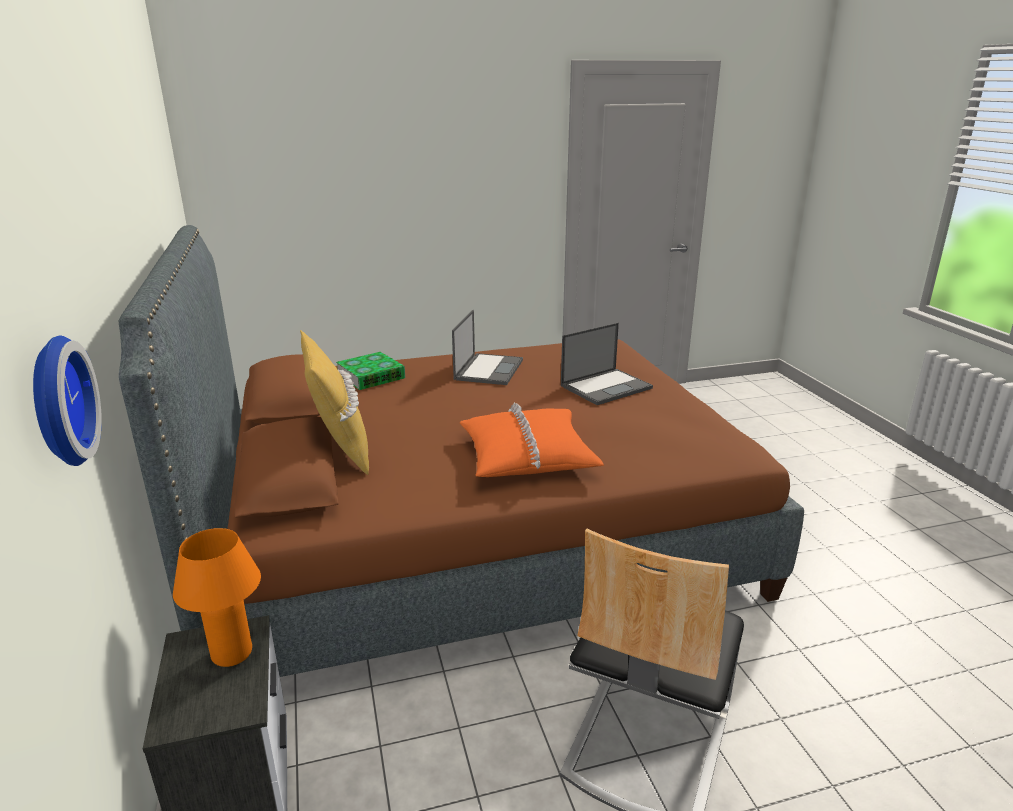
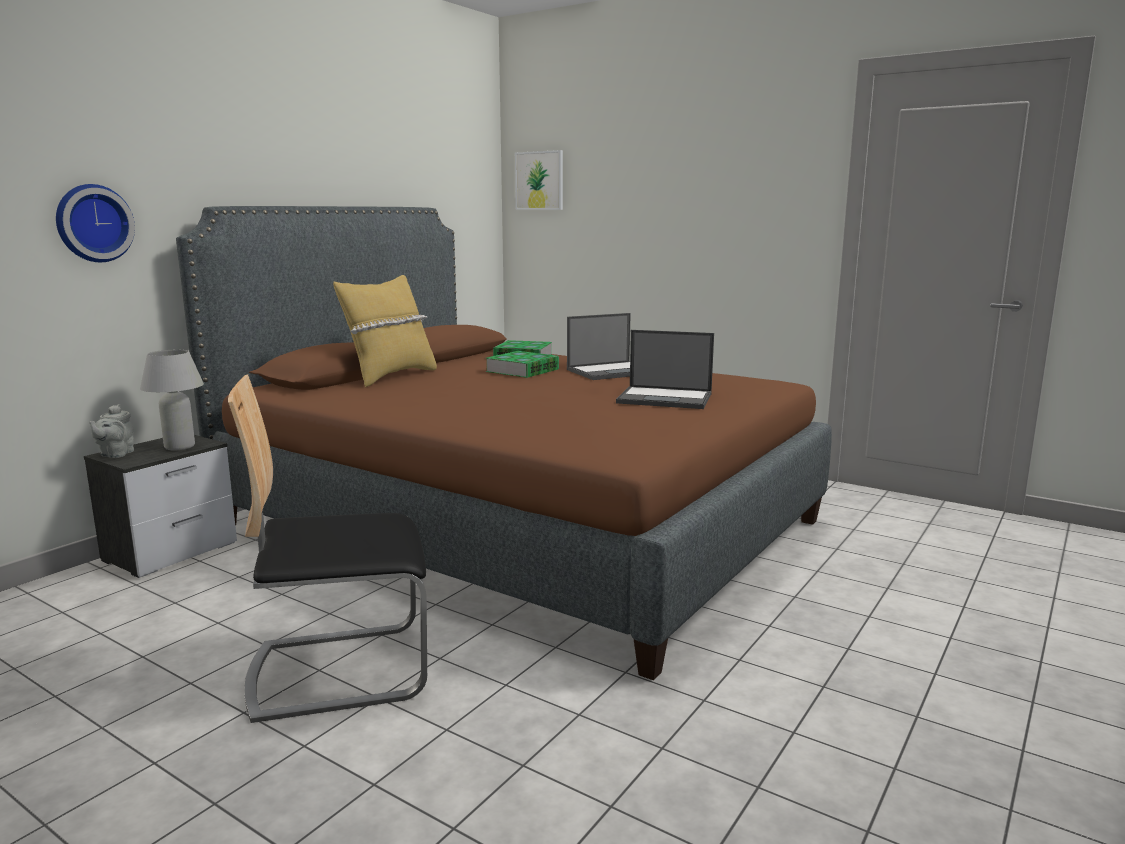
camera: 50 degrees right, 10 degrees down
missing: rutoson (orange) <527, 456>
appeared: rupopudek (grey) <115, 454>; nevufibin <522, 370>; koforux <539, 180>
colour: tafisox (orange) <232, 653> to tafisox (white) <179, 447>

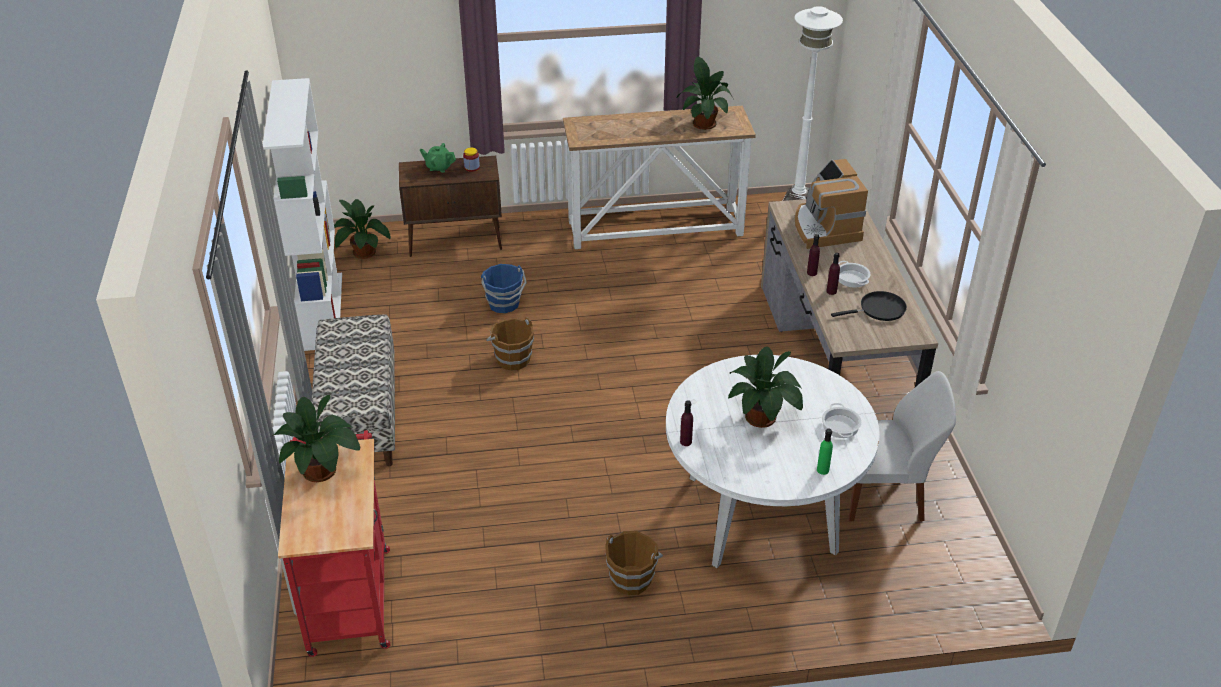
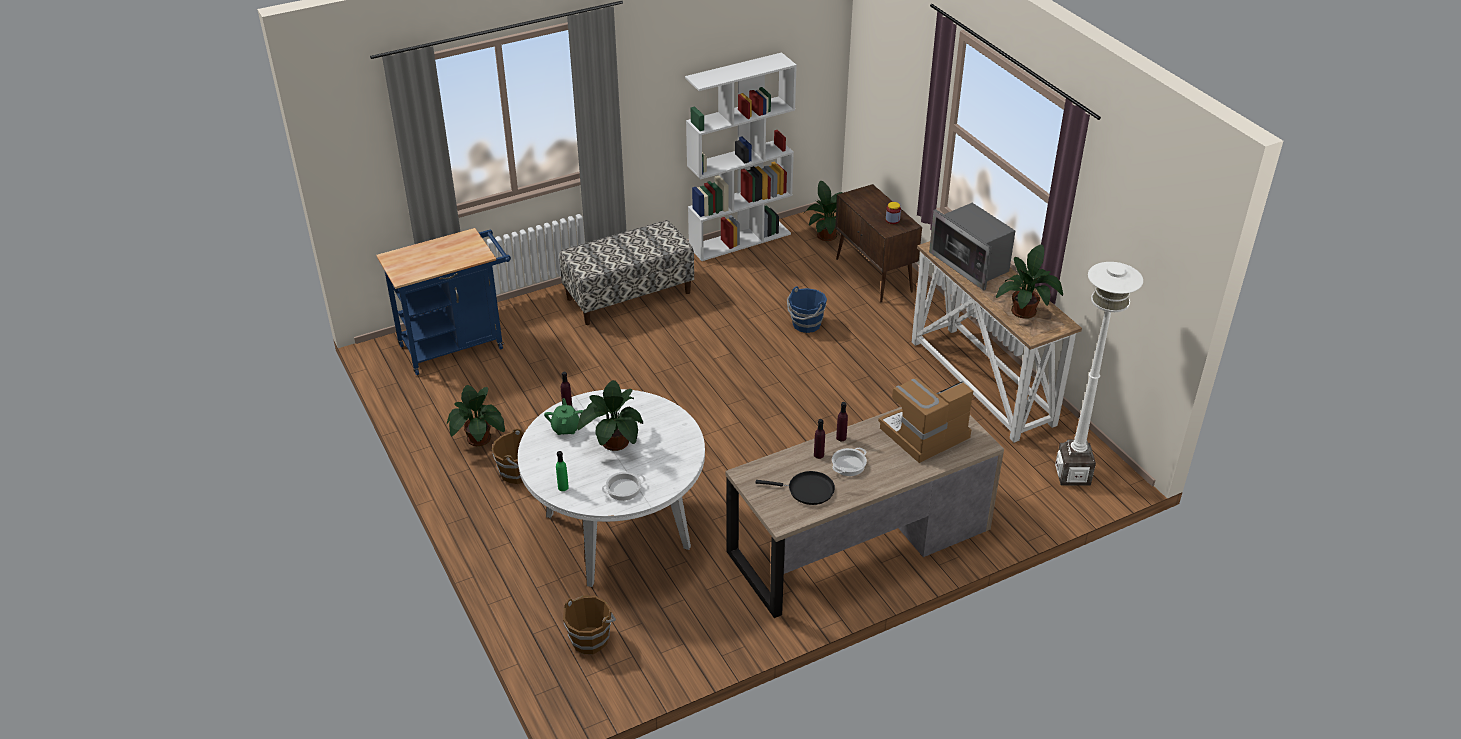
camera: 70 degrees right, 0 degrees up
missing: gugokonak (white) <883, 495>
appeared: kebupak <971, 264>
relocated: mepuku <322, 471> to <478, 439>; rupopudek (green) <439, 167> to <566, 428>; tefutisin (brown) <512, 359> to <590, 639>
colour: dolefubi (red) <349, 594> to dolefubi (blue) <457, 344>
spun: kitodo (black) <879, 309> = <807, 490> 45 degrees counterclockwise

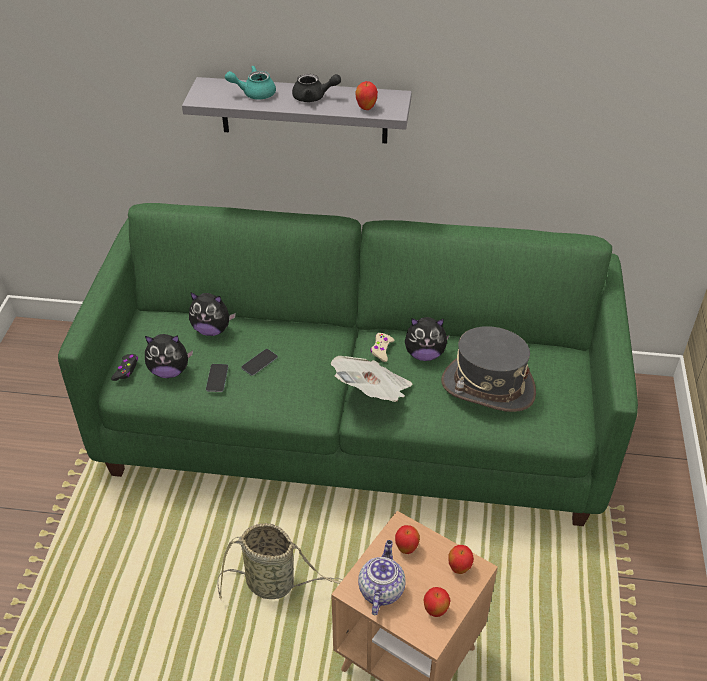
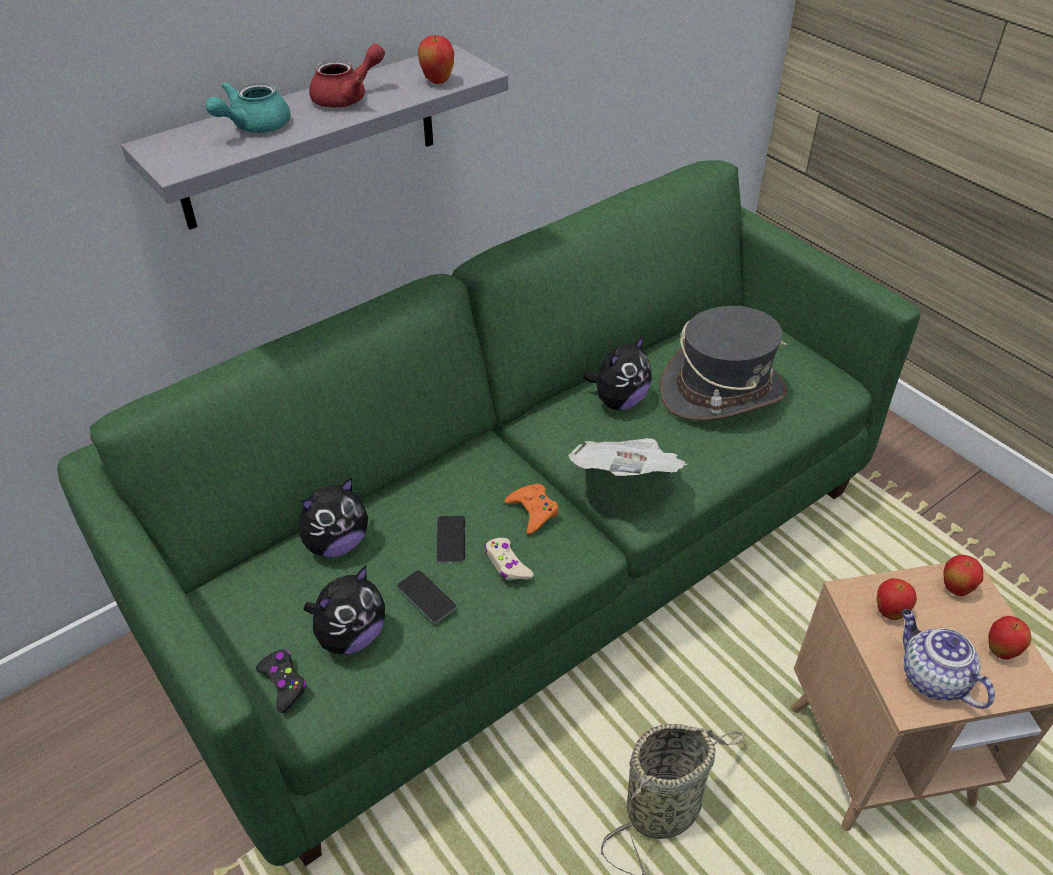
camera: 45 degrees left, 0 degrees up
appeared: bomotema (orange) <533, 511>
relocated: bomotema (beige) <381, 350> to <507, 564>
colour: rupopudek (black) <313, 97> to rupopudek (red) <347, 97>

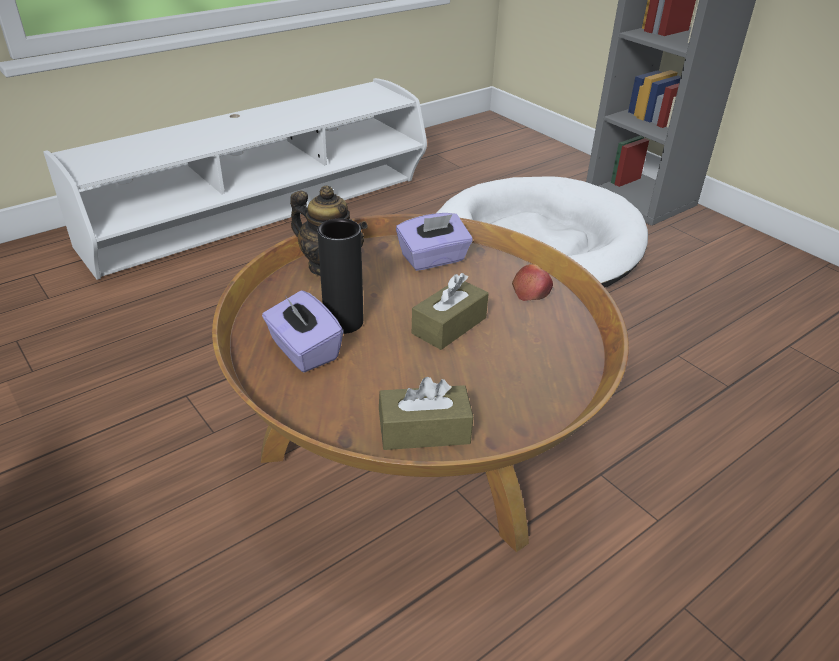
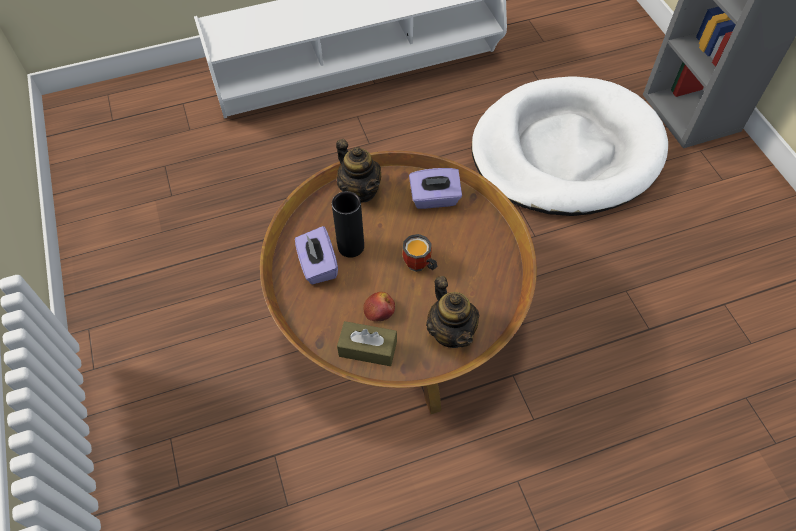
camera: 20 degrees right, 20 degrees up
appeared: rupopudek <451, 332>
relocated: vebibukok <531, 291> to <379, 309>
exchanged: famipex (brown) <449, 325> to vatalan <418, 266>

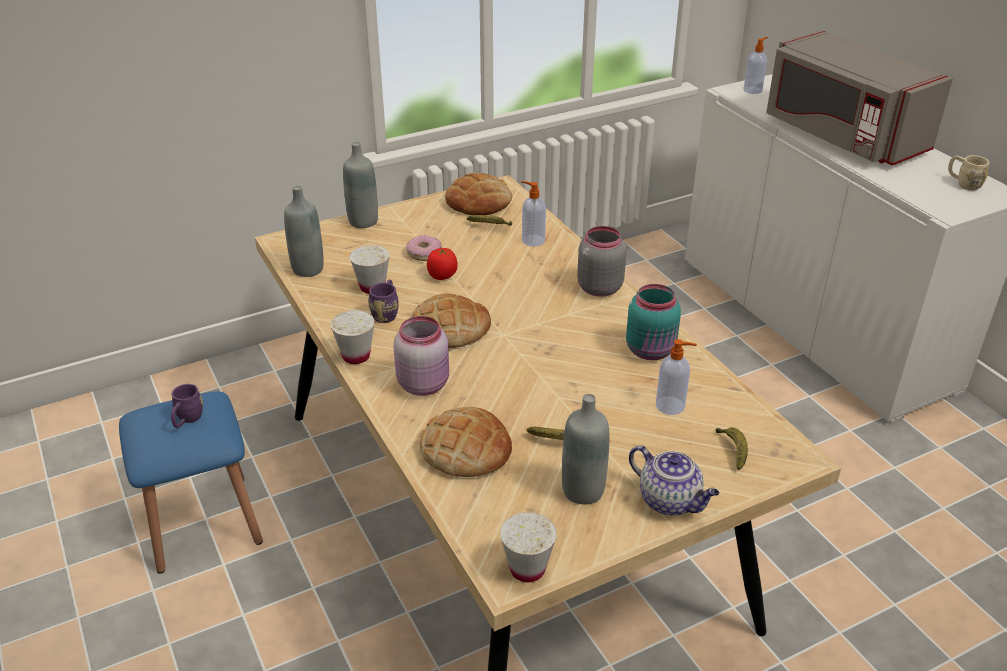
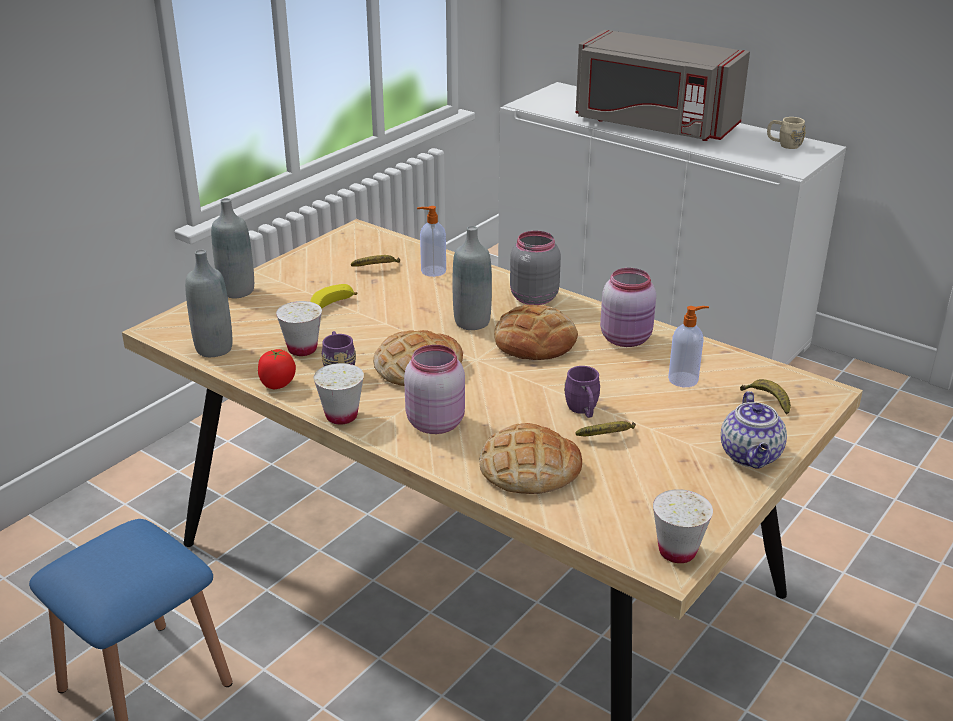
camera: 25 degrees left, 5 degrees down
missing: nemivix <753, 90>
relocated: vatalan (purple) <187, 420> to <583, 411>; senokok <442, 276> to <277, 384>; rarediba <479, 202> to <535, 341>; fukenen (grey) <583, 491> to <472, 322>
exchanged: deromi <424, 253> to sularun <330, 306>
colour: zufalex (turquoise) <651, 351> to zufalex (pink) <627, 339>
spun: rupopudek <670, 501> = <751, 456> 75 degrees clockwise

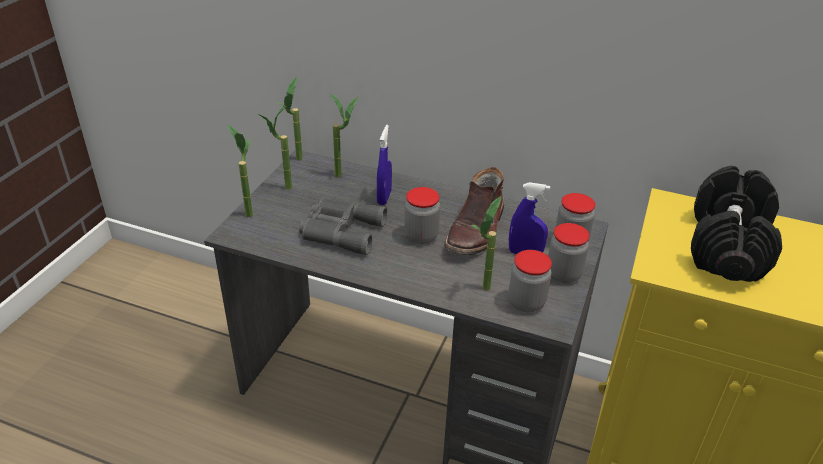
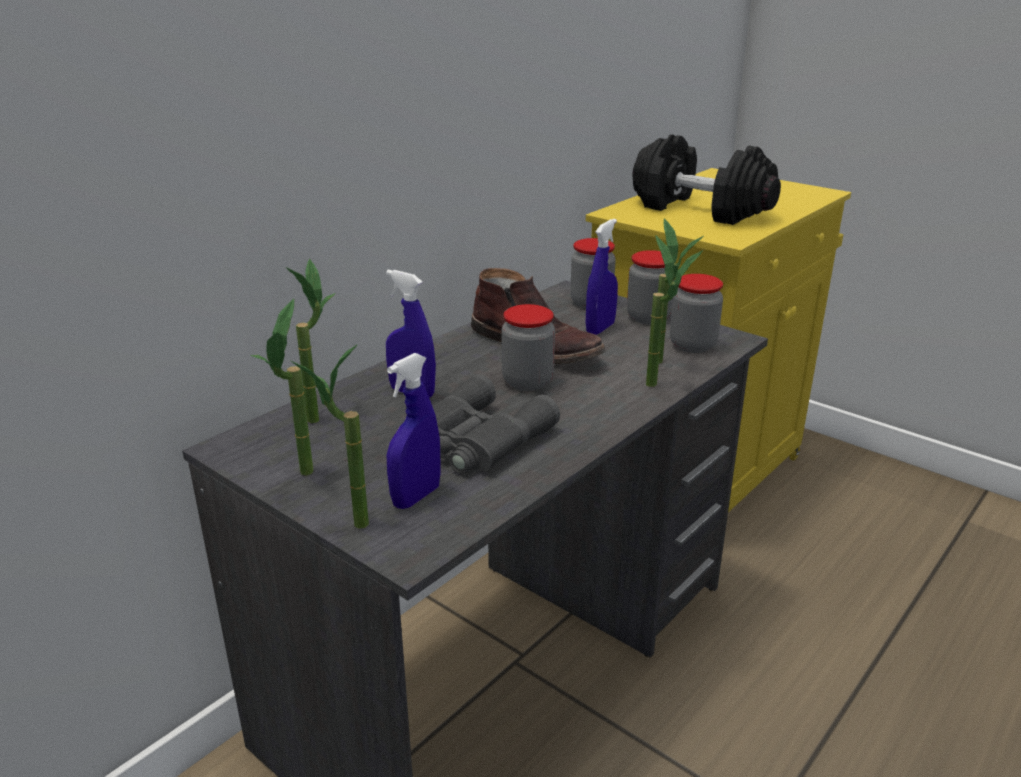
camera: 70 degrees left, 10 degrees down
appeared: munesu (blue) <416, 497>
relocated: mepuku <297, 162> to <661, 387>

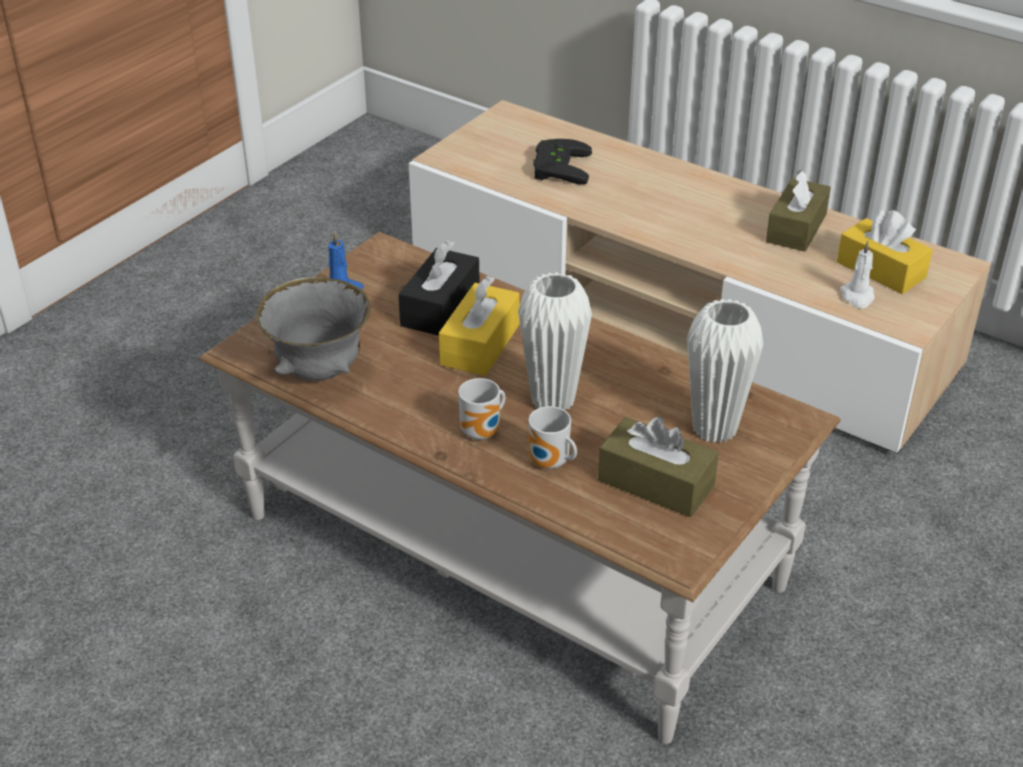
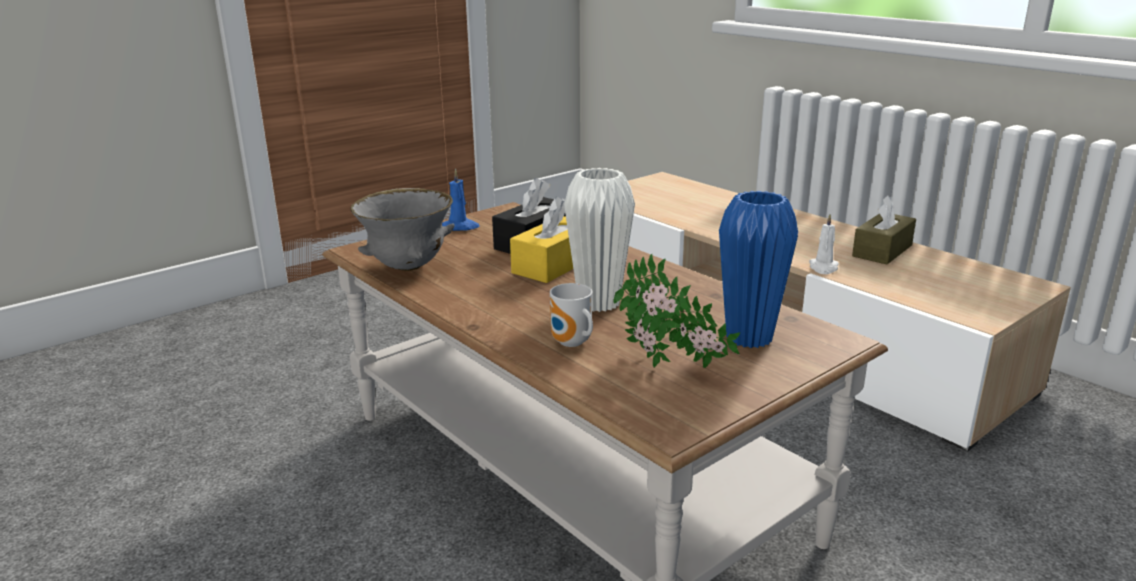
camera: 15 degrees right, 15 degrees down
missing: vatalan <483, 432>; bomotema (black) <557, 167>; famipex (yellow) <881, 270>
relocated: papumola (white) <857, 297> to <823, 268>
exchanged: famipex (brown) <656, 483> to mepuku <671, 369>
colour: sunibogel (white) <714, 428> to sunibogel (blue) <749, 338>

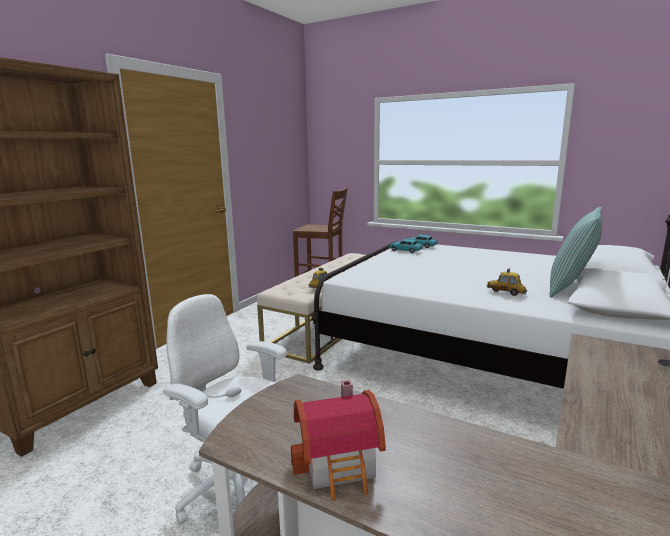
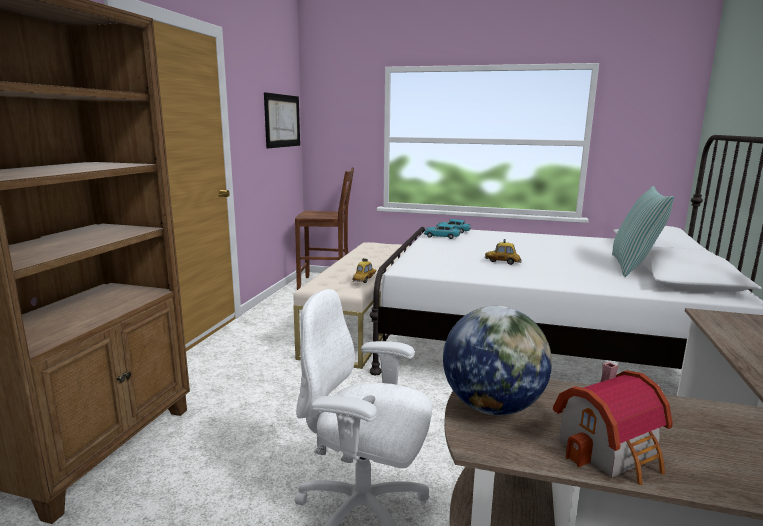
camera: 15 degrees left, 0 degrees up
appeared: koforux <282, 121>; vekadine <492, 406>
relocated: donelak <506, 292> to <502, 262>

